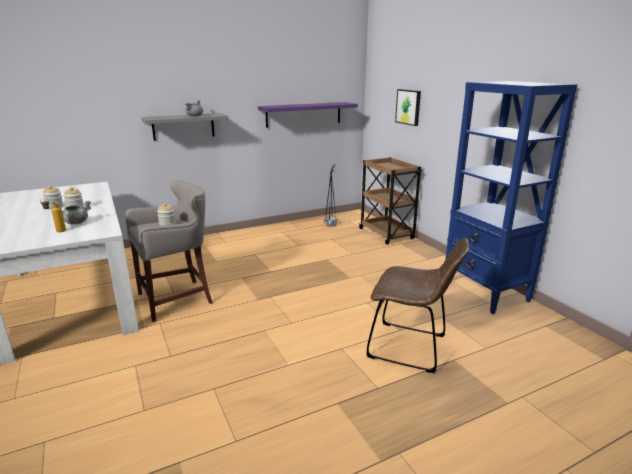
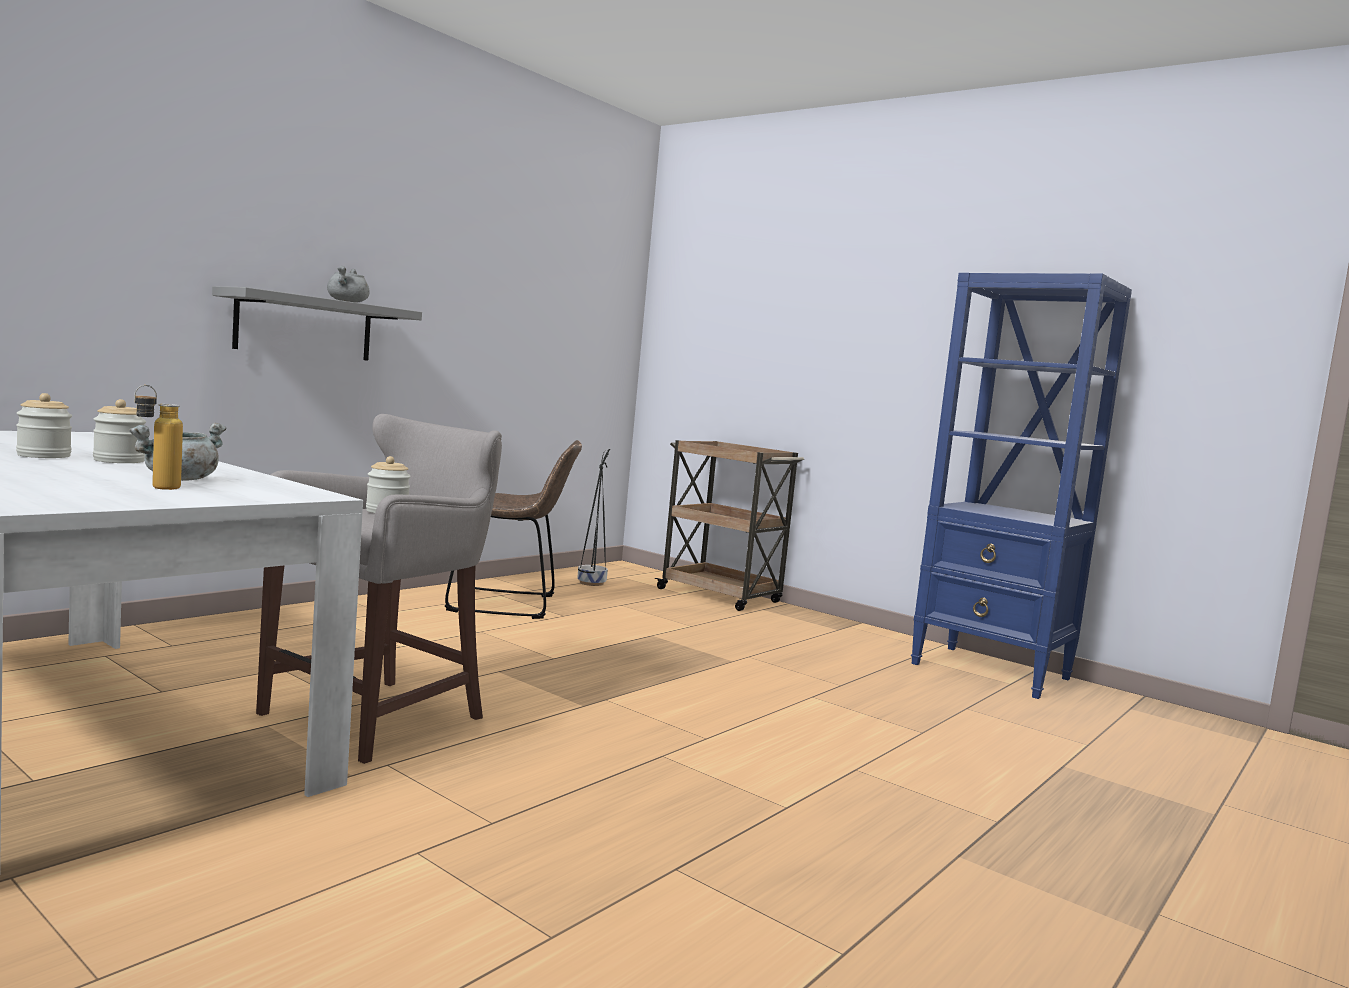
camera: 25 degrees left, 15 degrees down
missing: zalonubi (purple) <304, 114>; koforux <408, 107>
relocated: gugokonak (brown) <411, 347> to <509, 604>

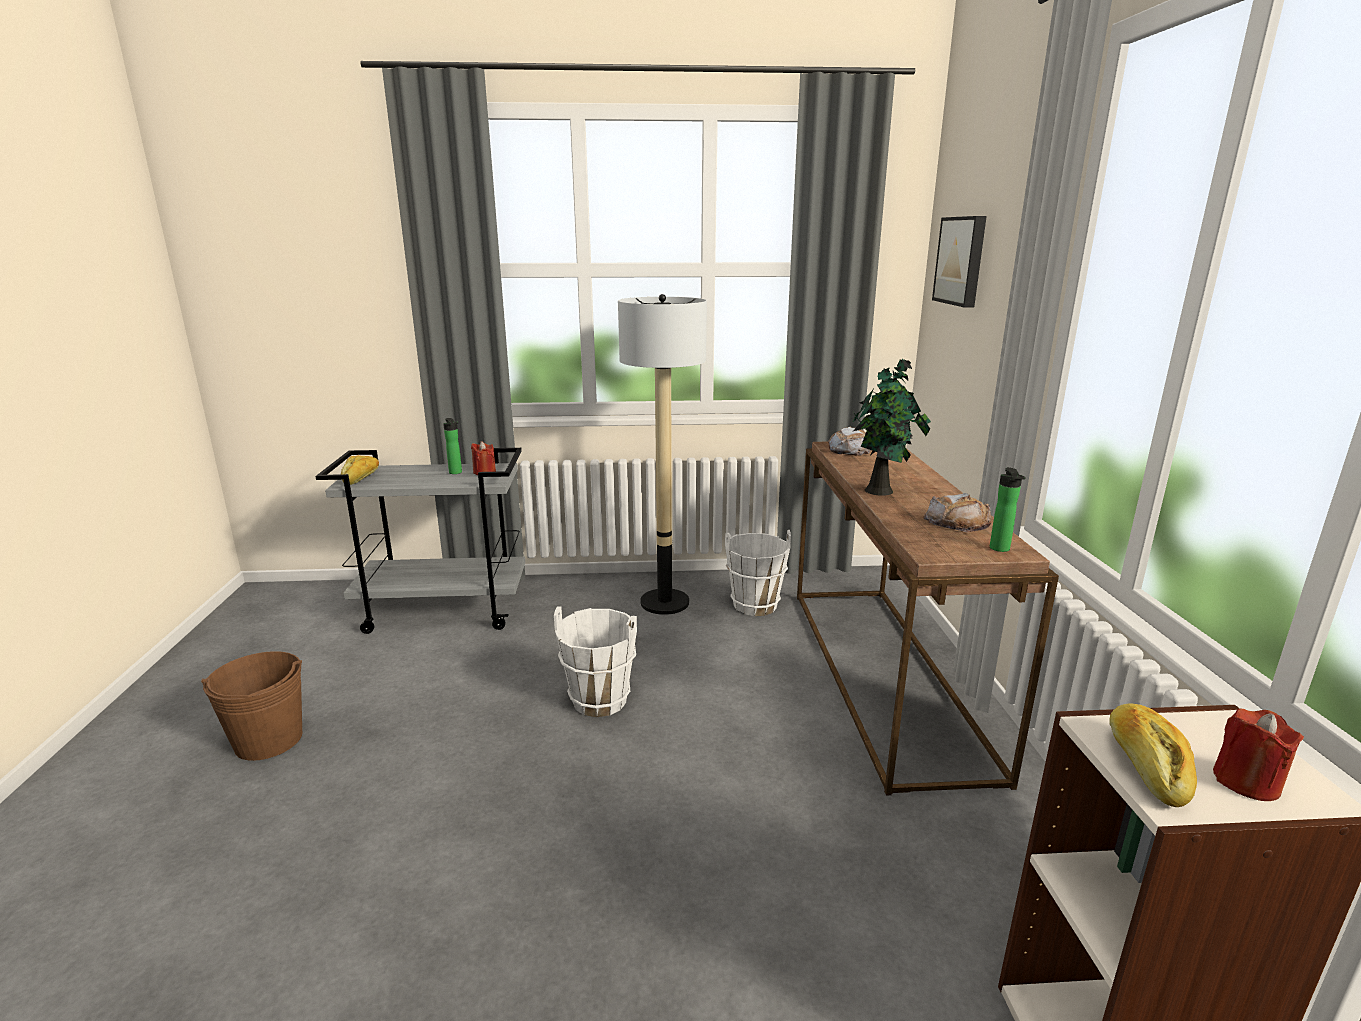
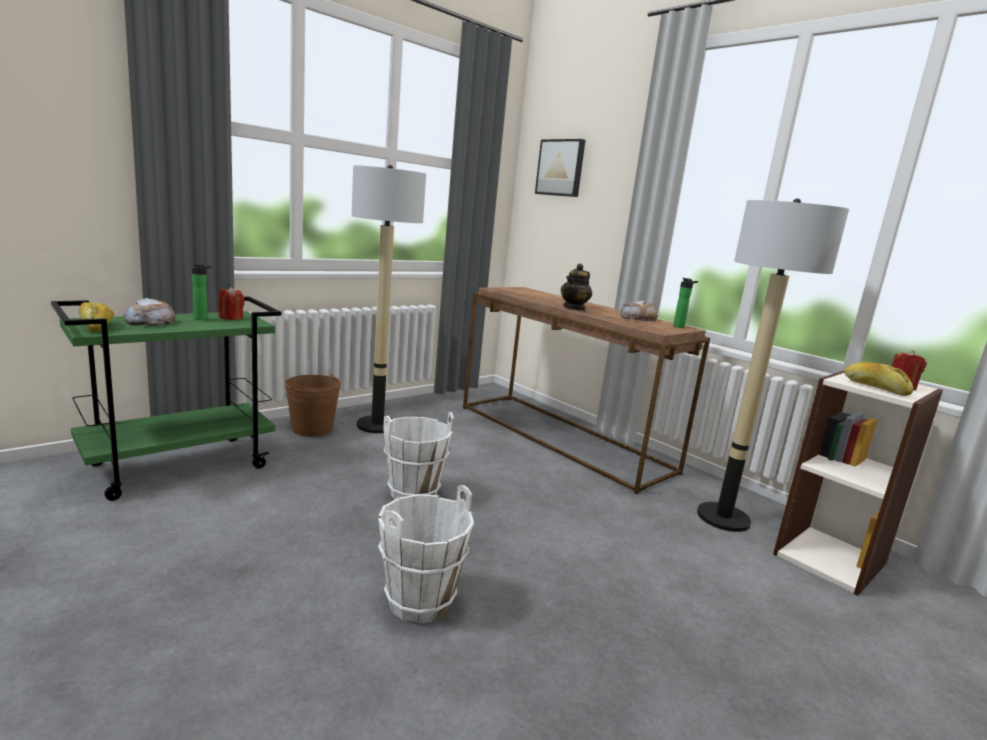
camera: 40 degrees left, 5 degrees down
appeared: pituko <723, 517>
relocated: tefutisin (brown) <268, 740> to <312, 429>; tefutisin (white) <754, 605> to <419, 601>; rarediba <849, 449> to <150, 321>
exchanged: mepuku <881, 491> to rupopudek <574, 308>
colour: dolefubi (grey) <445, 610> to dolefubi (green) <181, 465>

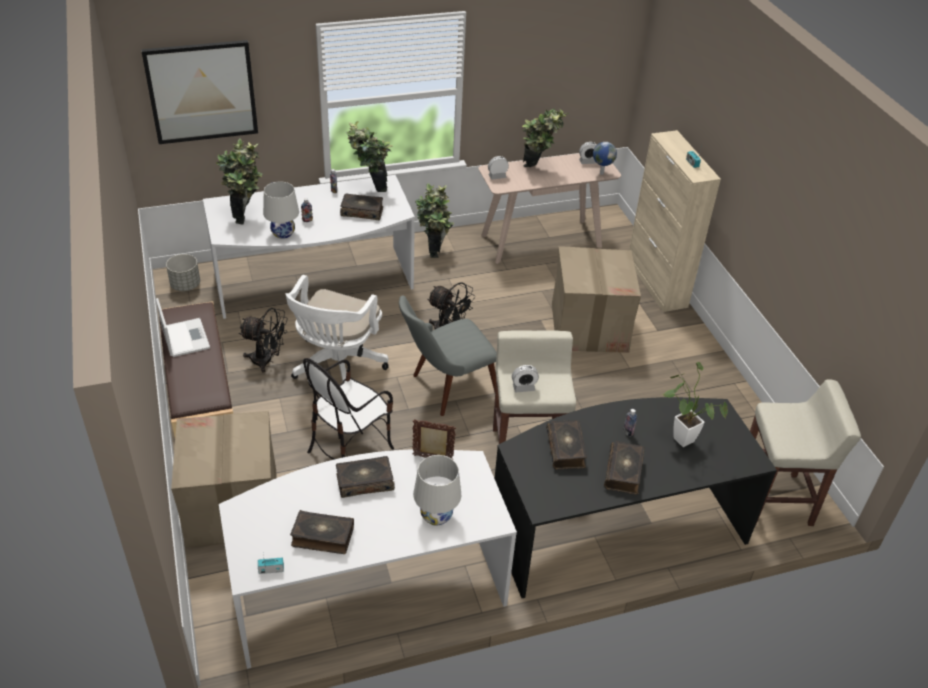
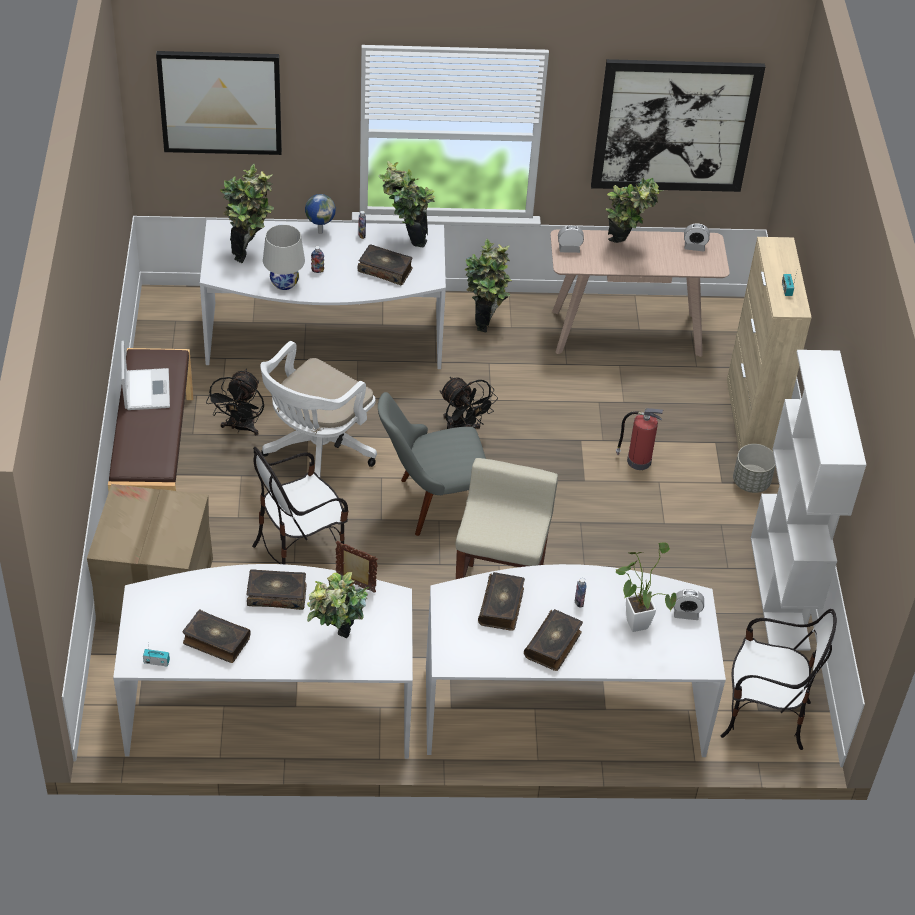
camera: 15 degrees right, 5 degrees up
appeared: koforux <675, 125>; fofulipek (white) <780, 593>
relocated: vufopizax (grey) <185, 285> to <751, 482>; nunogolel <523, 387> to <686, 613>; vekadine <601, 173> to <320, 232>
exchanged: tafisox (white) <436, 516> to mepuku <336, 646>; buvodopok <589, 327> to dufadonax <637, 461>; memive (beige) <775, 499> to gugokonak <764, 716>
colour: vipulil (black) <615, 526> to vipulil (white) <563, 703>
spun: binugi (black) <267, 361> = <240, 428> 75 degrees clockwise

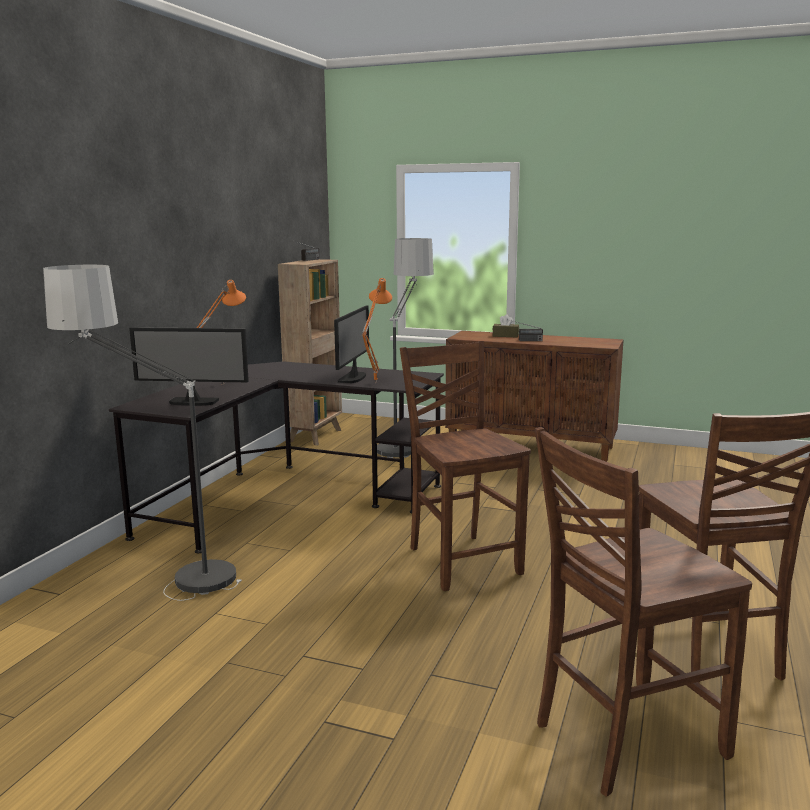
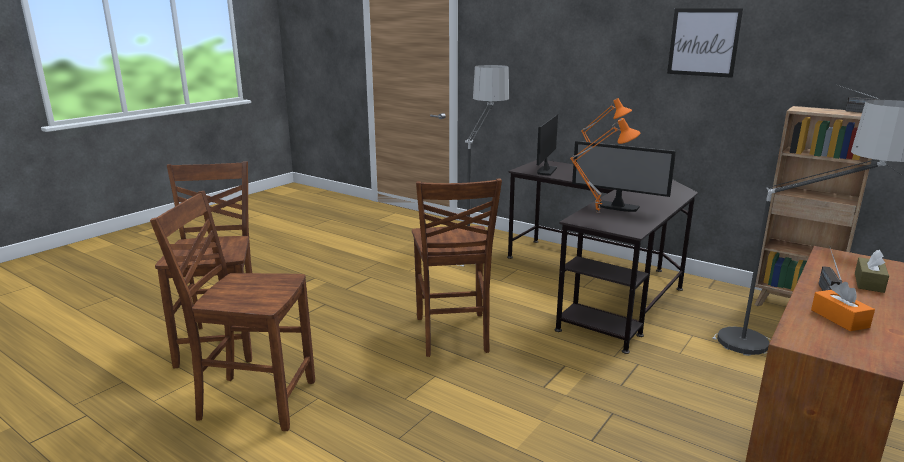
camera: 105 degrees right, 5 degrees up
appeared: koforux <703, 42>; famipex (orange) <839, 318>
spun: gugokonak (brown) <462, 560> = <452, 335> 90 degrees clockwise

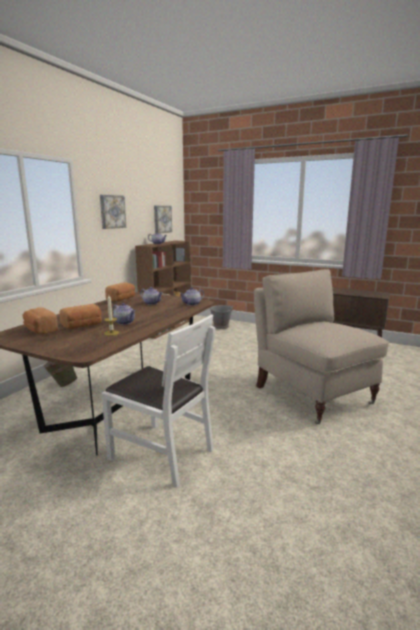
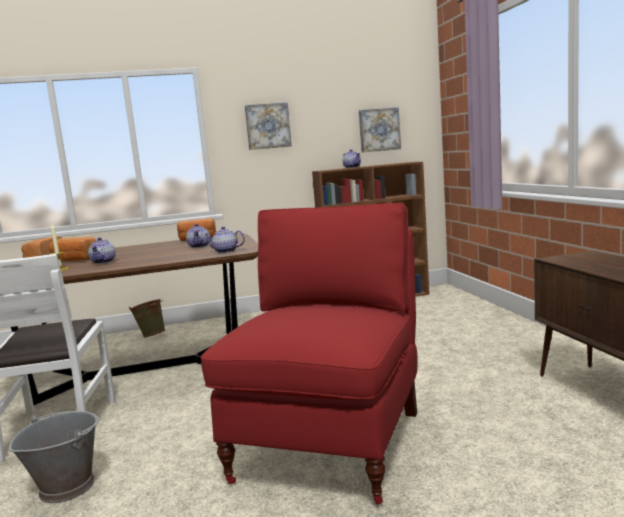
camera: 50 degrees right, 5 degrees down
relocated: tefutisin (grey) <220, 326> to <67, 486>
colour: gugokonak (beige) <311, 394> to gugokonak (red) <331, 444>

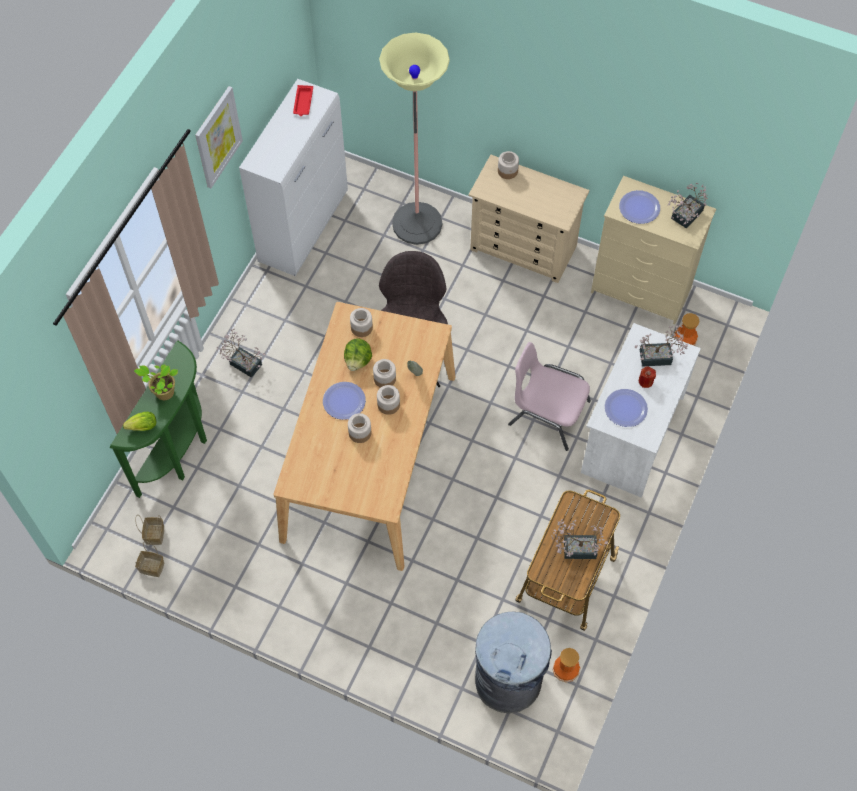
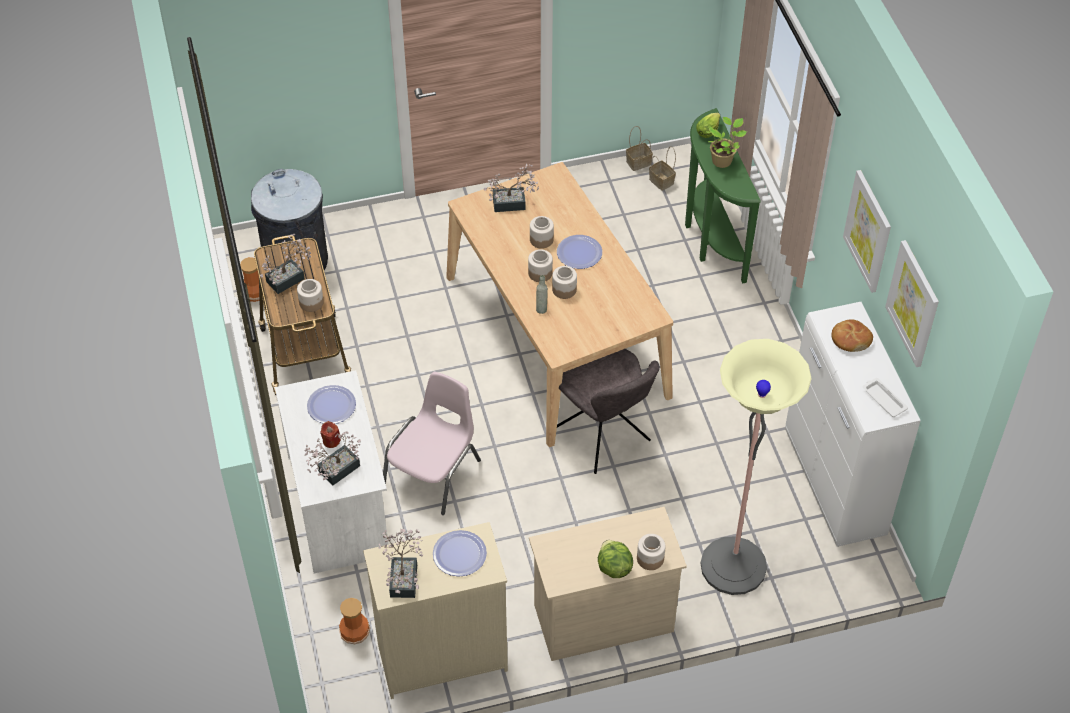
camera: 140 degrees right, 10 degrees down
appeared: rarediba <850, 339>; koforux <913, 303>
relocated: mepuku <243, 362> to <513, 203>; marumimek <358, 361> to <613, 567>; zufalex <361, 327> to <311, 302>
colour: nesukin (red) <303, 102> to nesukin (white) <883, 399>
spun: gugokonak (pink) <547, 413> = <434, 472> 45 degrees counterclockwise

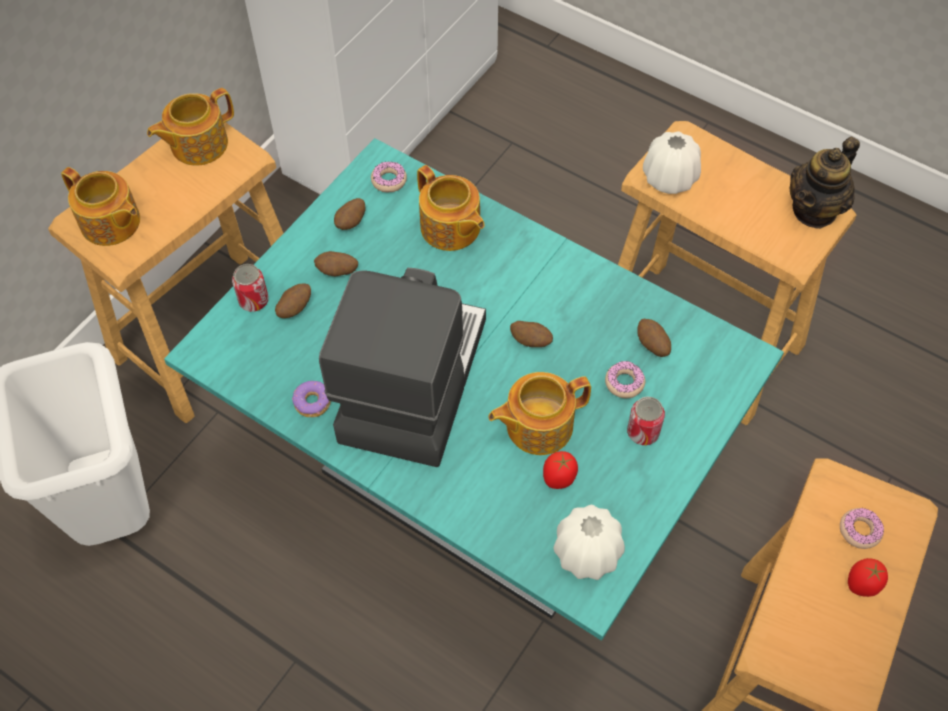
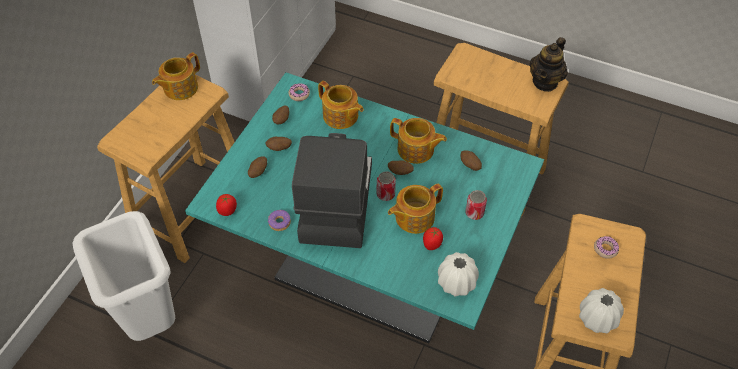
camera: 10 degrees left, 5 degrees down
missing: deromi <624, 383>
relocated: rupopudek <111, 223> to <416, 150>; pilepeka <253, 301> to <385, 194>; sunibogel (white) <669, 179> to <597, 319>; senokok <862, 585> to <228, 211>

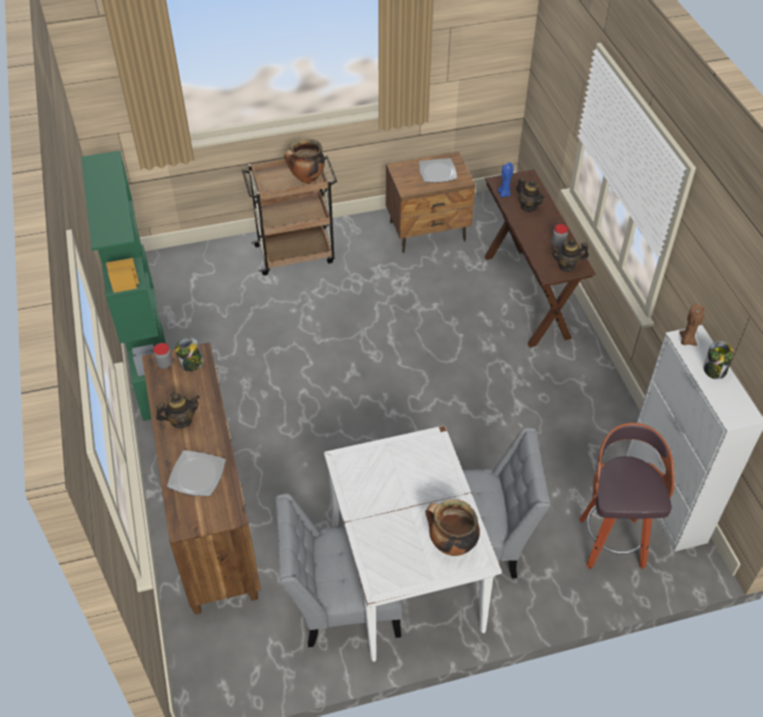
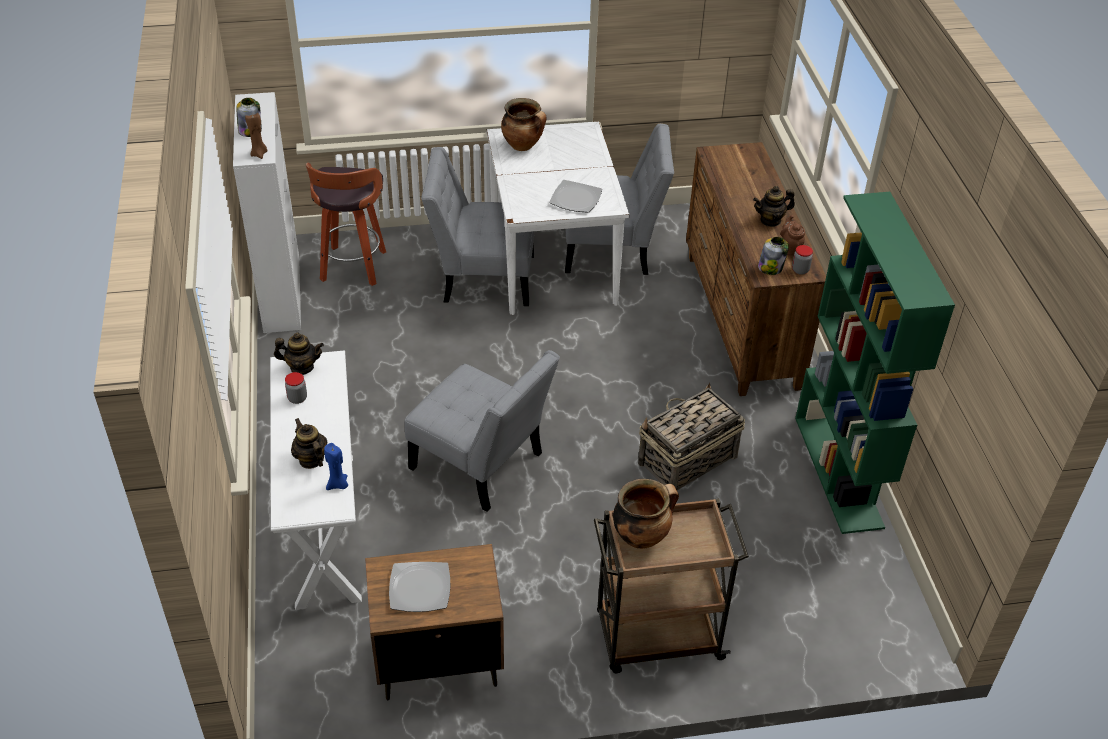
camera: 175 degrees left, 5 degrees down
appeared: gugokonak (grey) <482, 465>; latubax <686, 460>; rupopudek (brown) <790, 248>
relocated: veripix <196, 475> to <576, 198>
colour: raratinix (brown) <526, 296> to raratinix (white) <325, 528>

